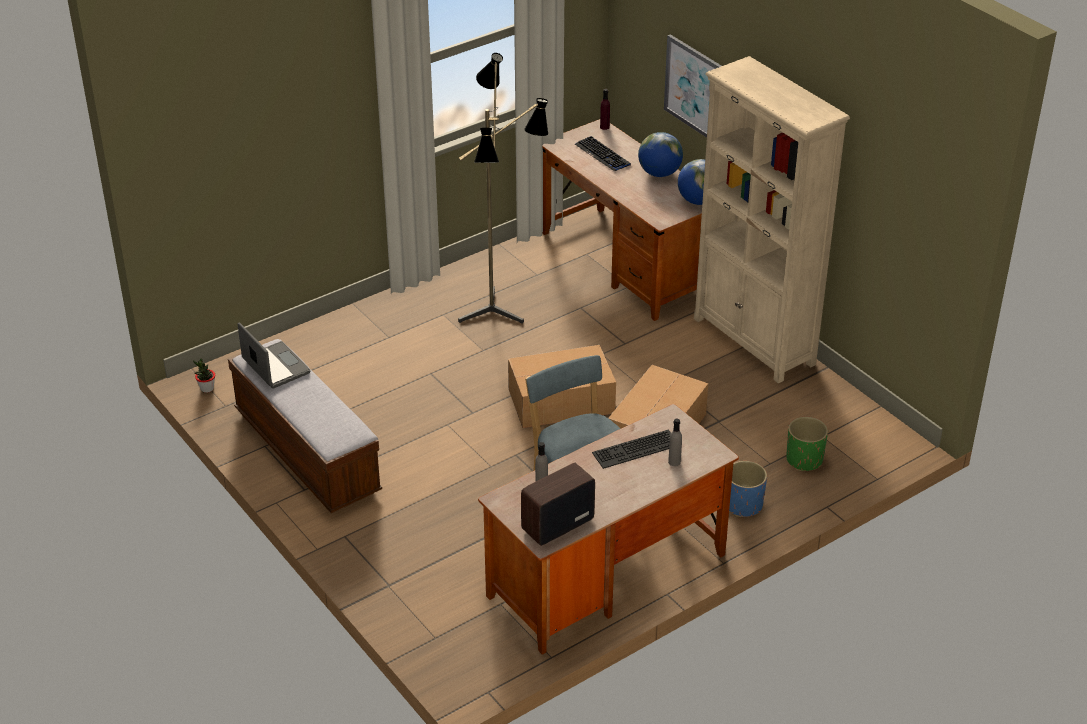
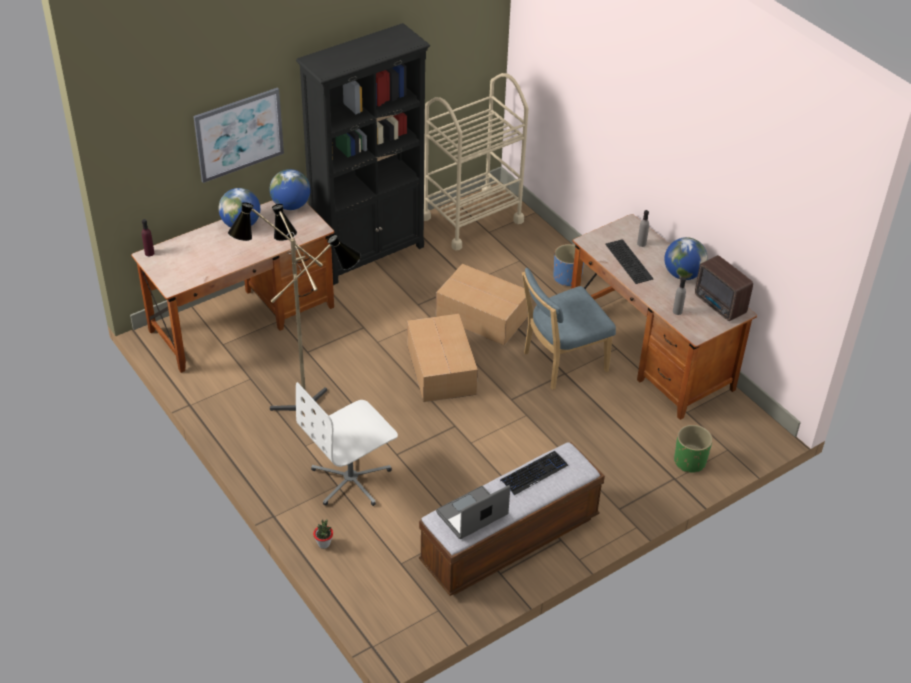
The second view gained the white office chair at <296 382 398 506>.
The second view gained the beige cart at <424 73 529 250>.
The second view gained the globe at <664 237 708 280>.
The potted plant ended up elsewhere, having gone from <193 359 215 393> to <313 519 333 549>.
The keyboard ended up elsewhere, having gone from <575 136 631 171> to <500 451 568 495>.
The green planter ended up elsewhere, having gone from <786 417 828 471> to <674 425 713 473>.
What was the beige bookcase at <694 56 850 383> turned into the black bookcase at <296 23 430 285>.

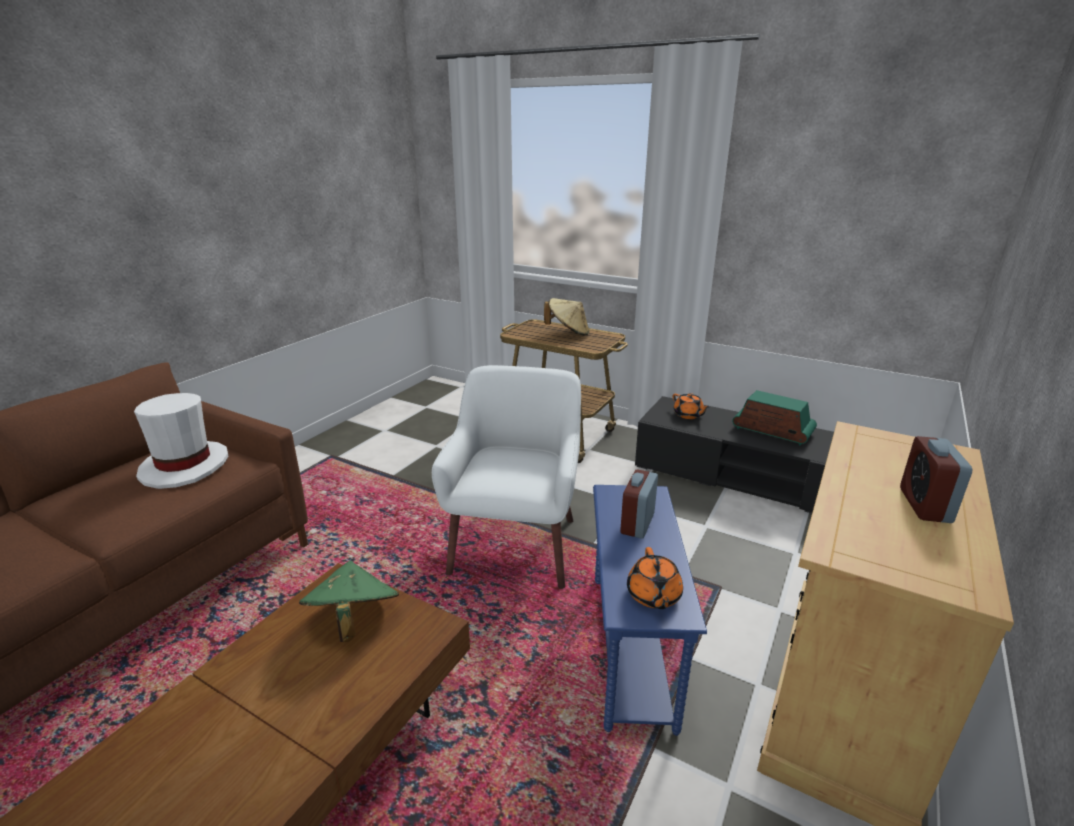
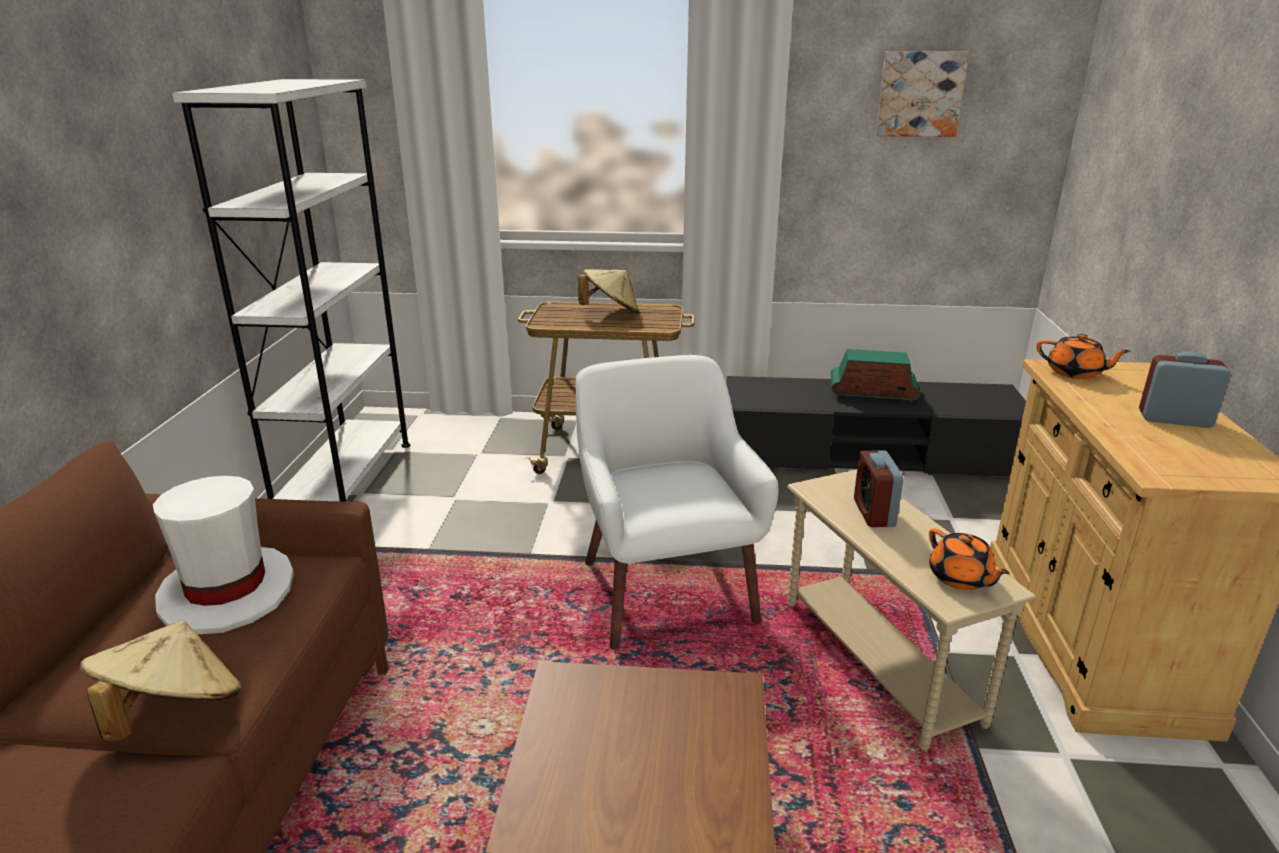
The second view lost the green hat at <299 561 399 642>.
The second view gained the beige hat at <80 620 242 742>.
The second view gained the white bookcase at <172 79 410 501>.
The second view gained the picture at <876 51 969 137>.
The orange teapot ended up elsewhere, having gone from <673 393 710 419> to <1037 334 1131 379>.
What was the blue side table at <593 485 707 736> turned into the beige side table at <787 469 1036 750>.
The alarm clock at <900 436 973 523> ended up facing another way, 120 degrees clockwise from before.

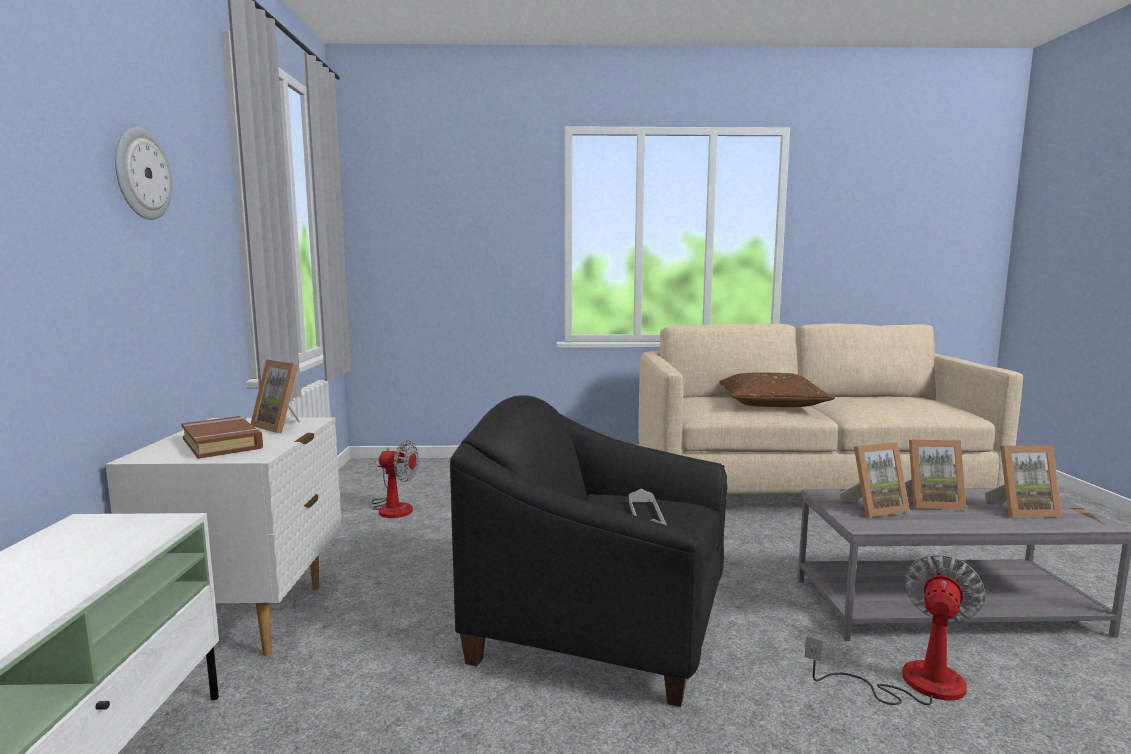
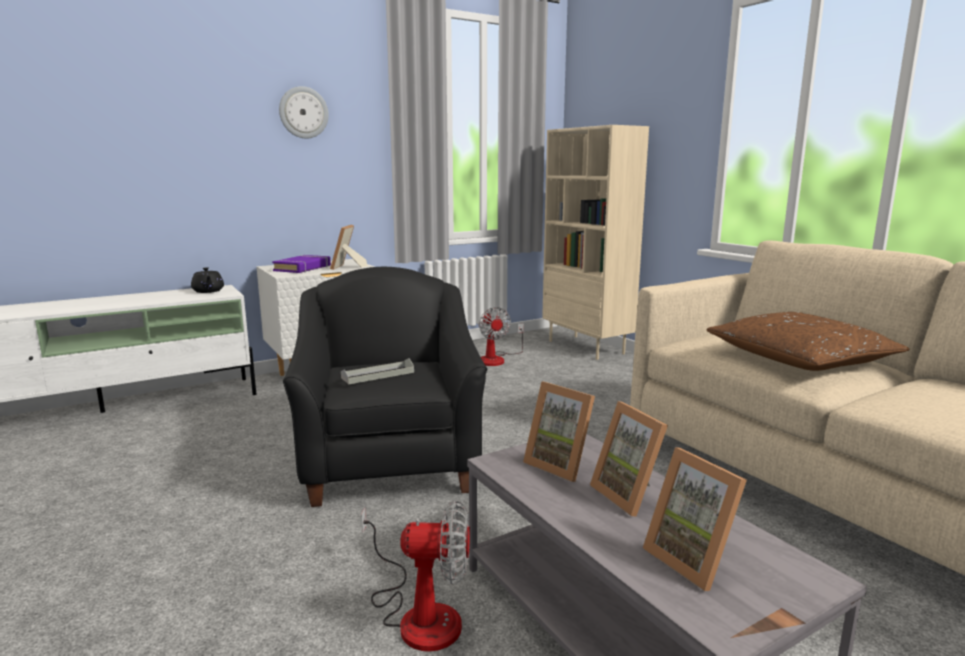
The second view gained the black teapot at <191 267 224 293>.
The second view gained the beige bookcase at <542 125 649 360>.
What was the brown book at <181 416 263 459> turned into the purple book at <272 255 331 273>.

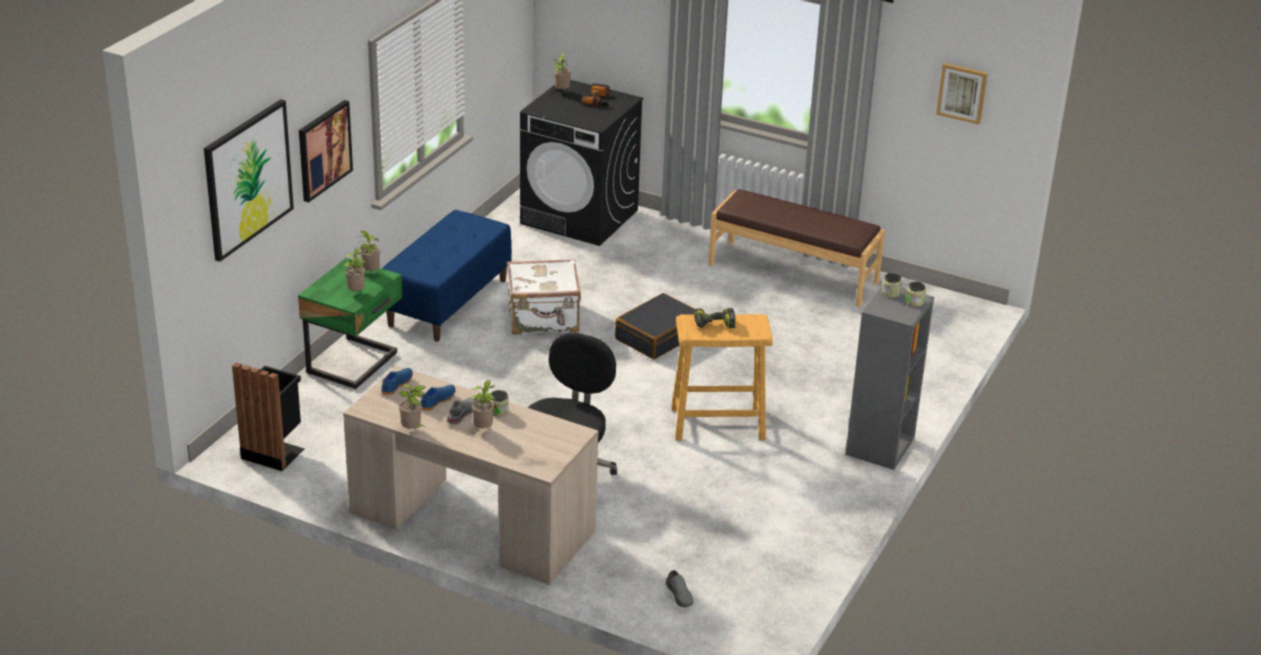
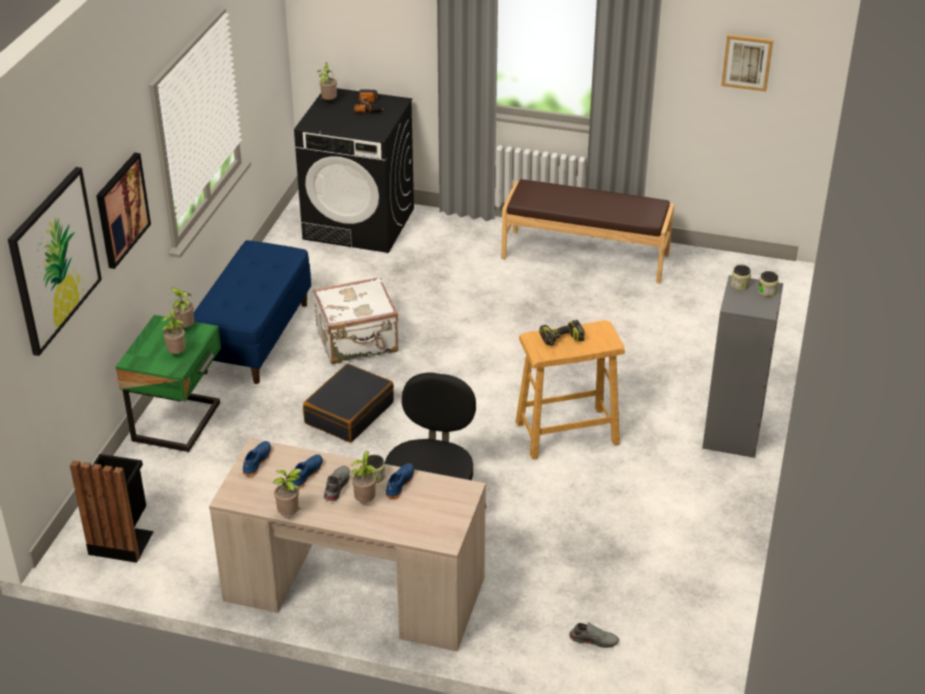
The second view gained the blue shoe at <386 463 414 499>.
The black suitcase ended up elsewhere, having gone from <615 293 696 359> to <303 364 394 443>.
The grey shoe at <666 570 693 607> ended up facing another way, 45 degrees counterclockwise from before.

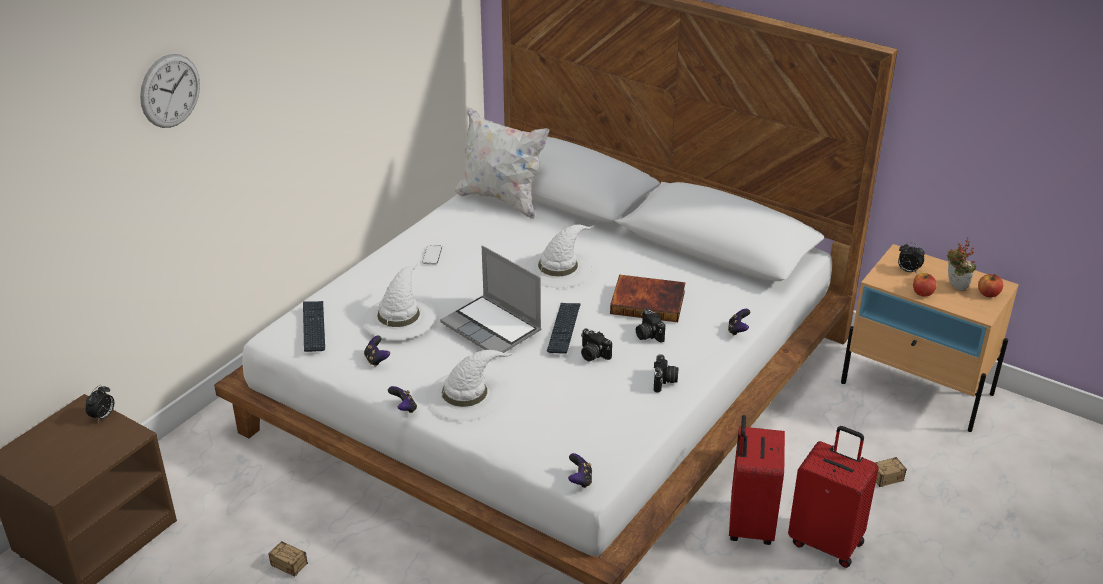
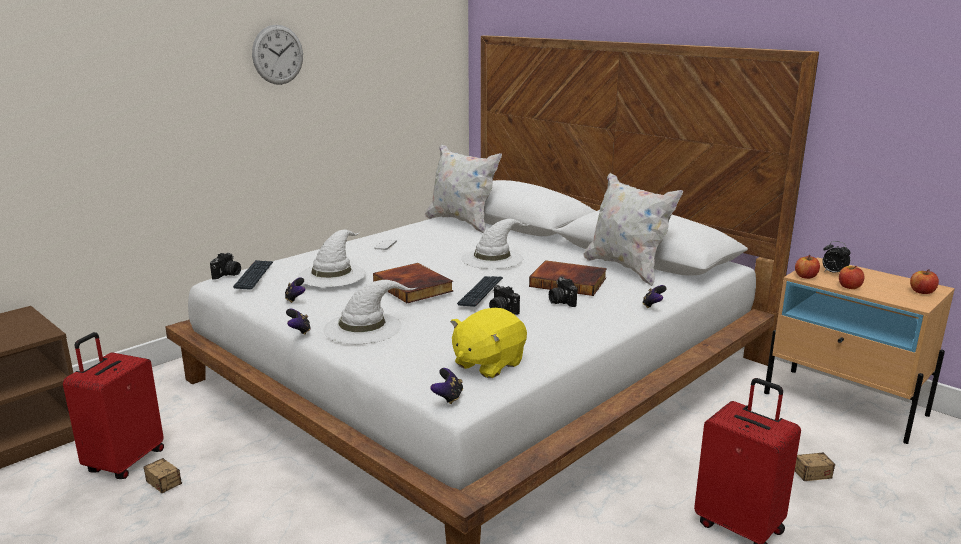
The second view lost the alarm clock at <85 385 114 422>.
The second view lost the potted plant at <947 237 976 291>.
The second view gained the yellow plush toy at <450 308 527 378>.
The second view gained the white pillow at <583 173 683 286>.
The second view gained the apple at <795 255 820 279>.
The wall clock ended up elsewhere, having gone from <140 54 200 128> to <252 25 303 85>.
The photo camera ended up elsewhere, having gone from <653 354 679 393> to <210 253 241 280>.
The red suitcase ended up elsewhere, having gone from <729 415 785 545> to <63 332 164 479>.
Where the laptop stood at <440 246 542 353>, the book came to stand at <373 263 453 303>.

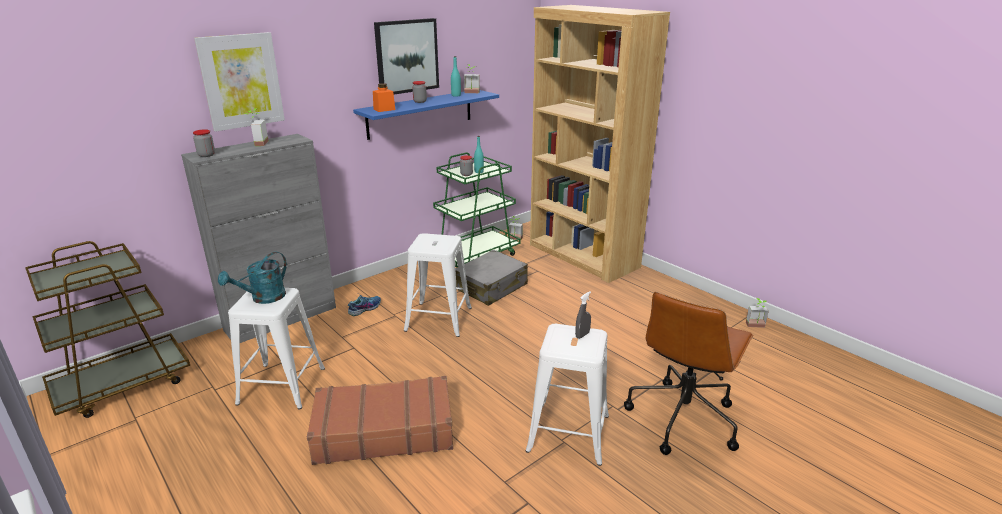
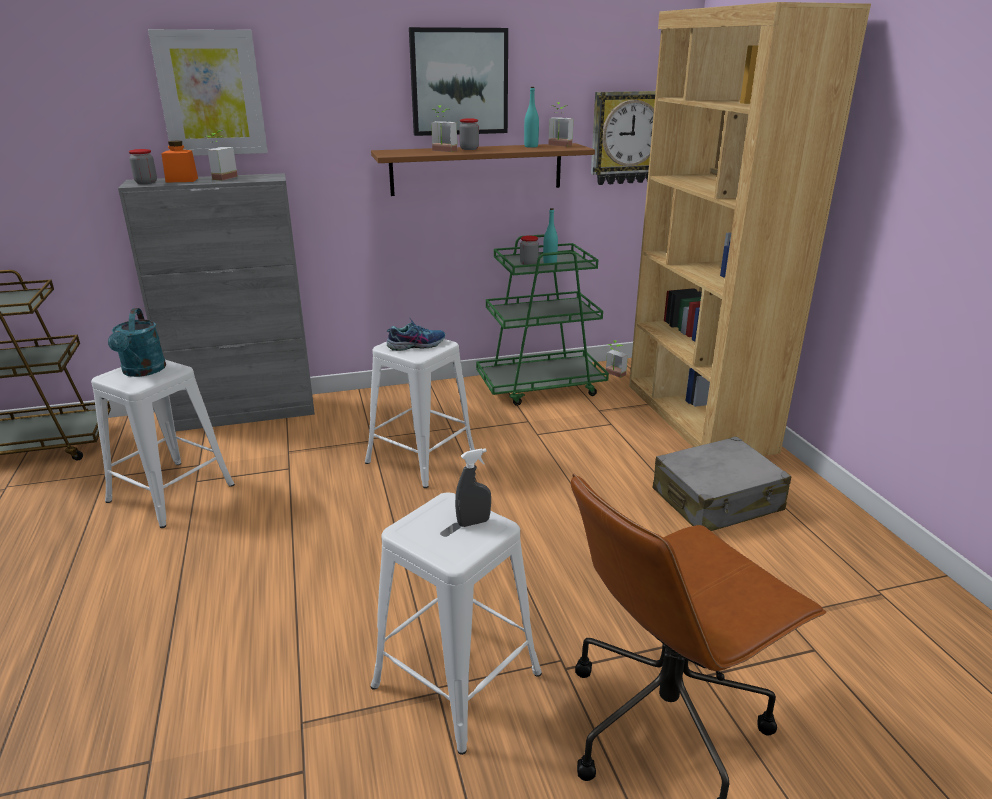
The second view lost the brown suitcase at <307 376 453 465>.
The second view gained the wall clock at <591 91 656 185>.
The shoe ended up elsewhere, having gone from <348 294 381 316> to <386 317 445 351>.
The orange jar ended up elsewhere, having gone from <373 83 395 112> to <161 141 198 183>.
The grey suitcase ended up elsewhere, having gone from <455 250 528 306> to <652 436 792 531>.
The potted plant ended up elsewhere, having gone from <746 298 769 328> to <431 105 457 152>.
What was the blue shelf at <353 90 499 140> turned into the brown shelf at <371 143 595 196>.
The turquoise watering can at <218 252 287 304> ended up facing another way, 75 degrees counterclockwise from before.

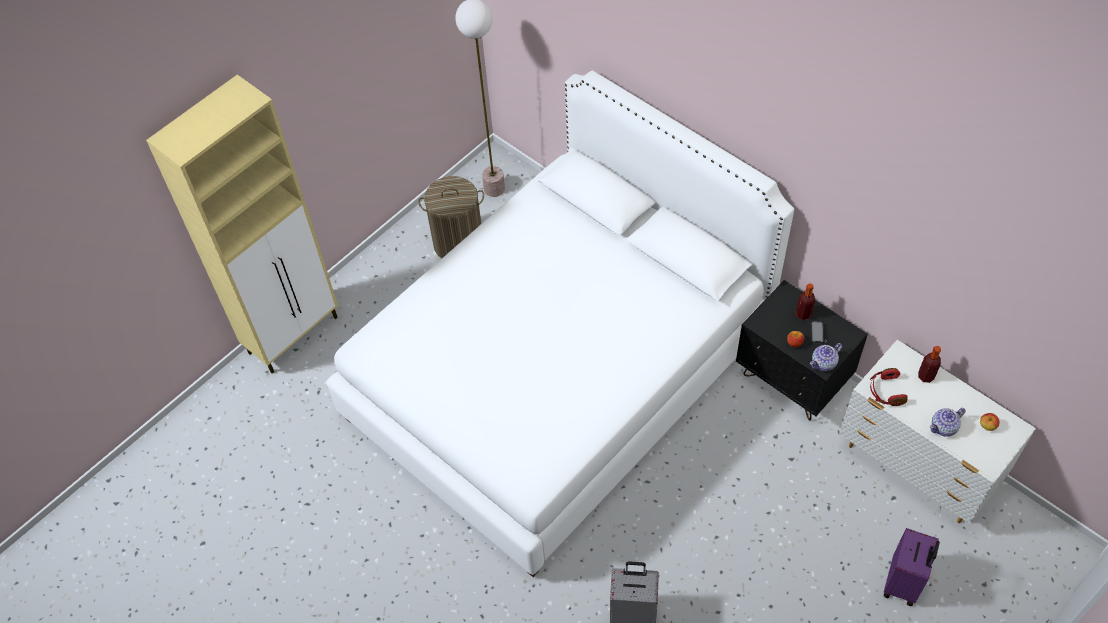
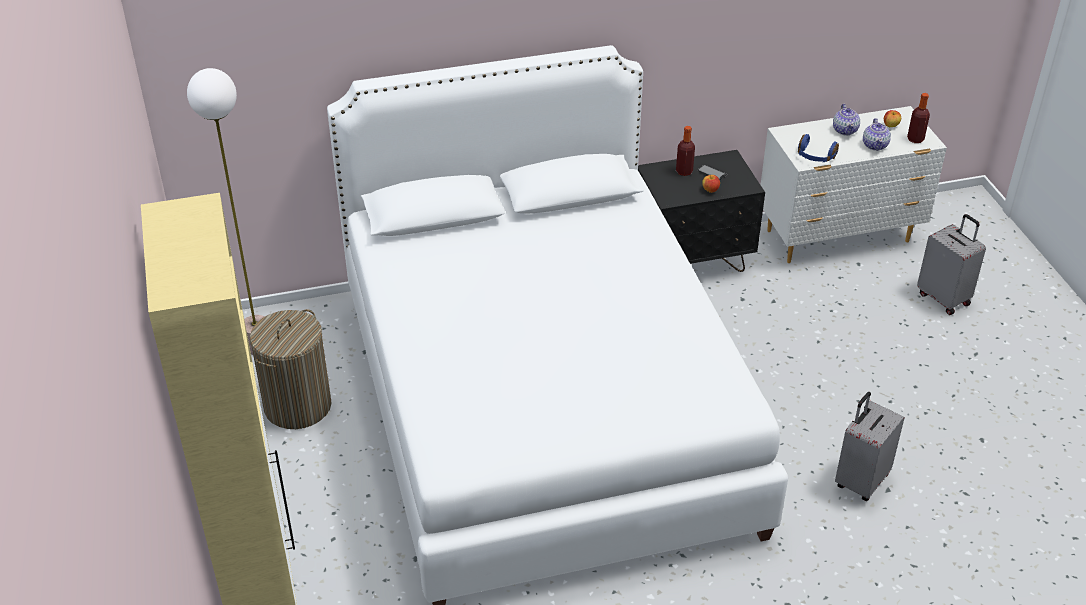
The teapot ended up elsewhere, having gone from <810 343 842 371> to <833 104 860 136>.
The bottle ended up elsewhere, having gone from <918 346 941 383> to <907 93 930 143>.
What was the red headphones at <870 368 908 406> turned into the blue headphones at <798 134 839 162>.
What was the purple suitcase at <884 528 940 606> turned into the grey suitcase at <917 214 986 315>.

